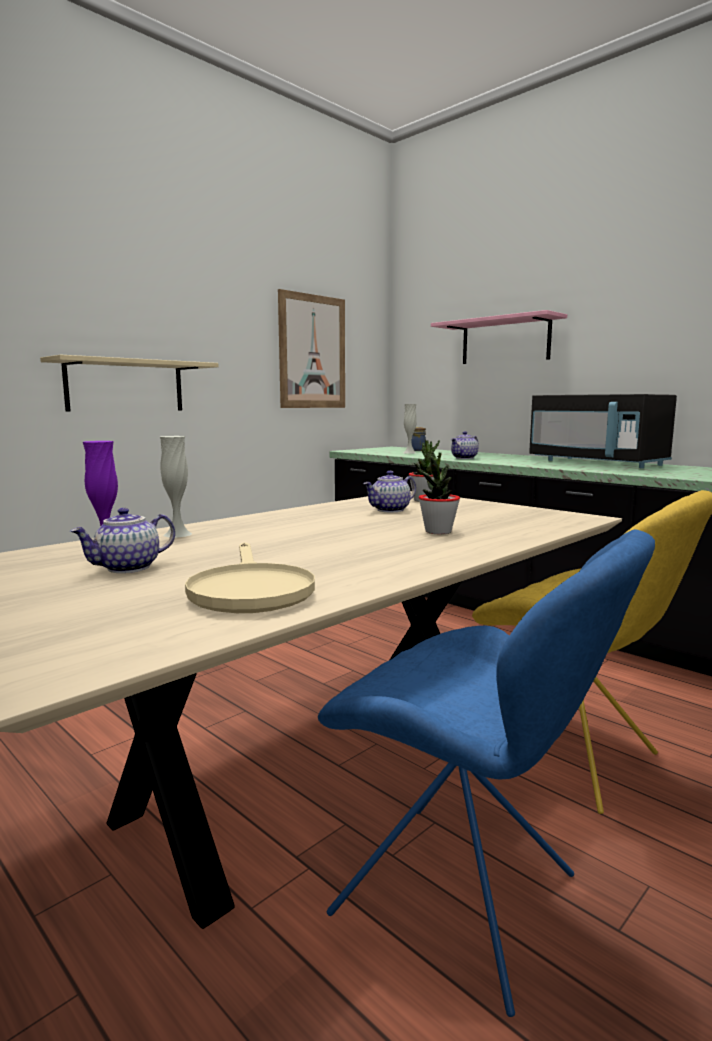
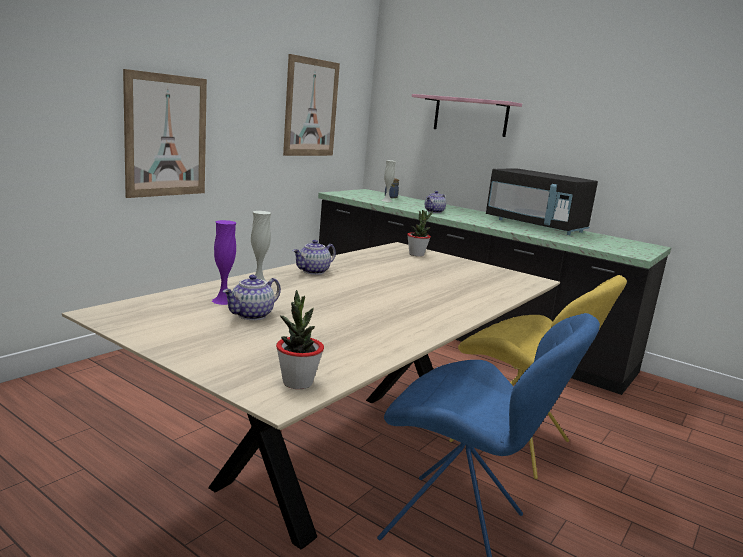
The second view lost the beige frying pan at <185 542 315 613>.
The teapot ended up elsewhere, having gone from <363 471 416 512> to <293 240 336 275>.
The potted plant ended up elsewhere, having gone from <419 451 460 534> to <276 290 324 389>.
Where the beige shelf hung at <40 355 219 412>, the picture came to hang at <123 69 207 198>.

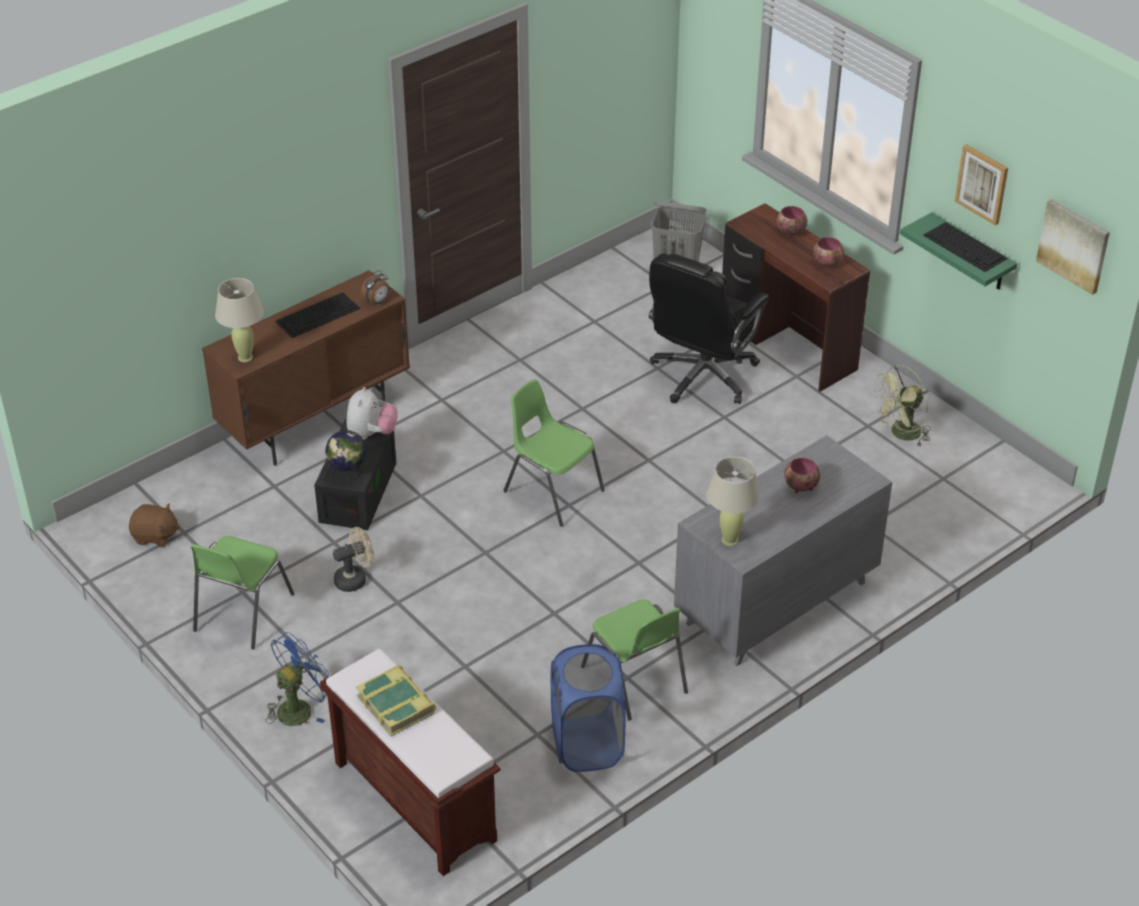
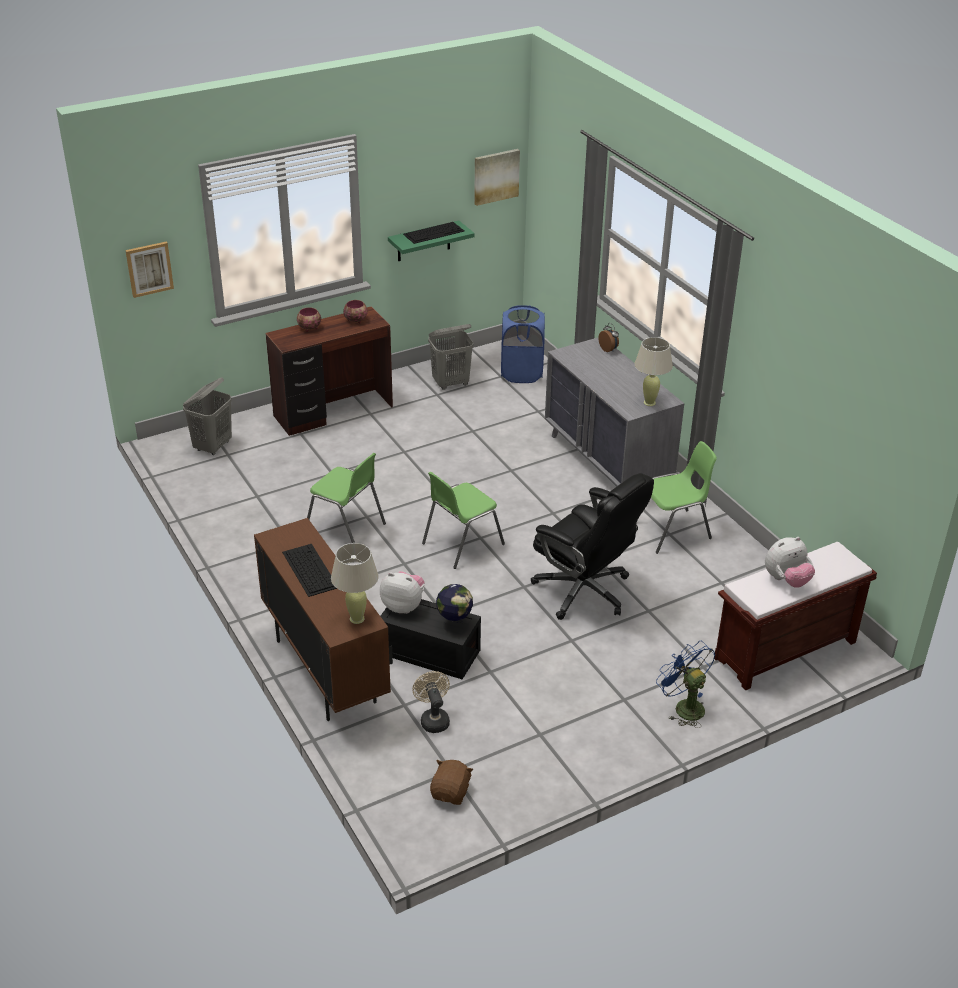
The second view lost the bowl at <784 457 820 493>.
The green chair ended up elsewhere, having gone from <191 536 294 649> to <307 453 386 543>.
The beige fan ended up elsewhere, having gone from <333 527 374 592> to <412 671 450 733>.
The alarm clock ended up elsewhere, having gone from <361 270 390 306> to <598 323 619 352>.
The blue laundry basket ended up elsewhere, having gone from <551 644 626 772> to <501 305 545 383>.
The black office chair ended up elsewhere, having gone from <649 253 769 404> to <531 473 654 620>.
The picture ended up elsewhere, having gone from <955 144 1008 225> to <125 242 174 298>.
Where the book stood at <356 665 436 736>, the plush toy came to stand at <765 537 815 588>.
Where the green fan stood at <873 365 931 446>, the grey laundry basket came to stand at <428 324 474 390>.

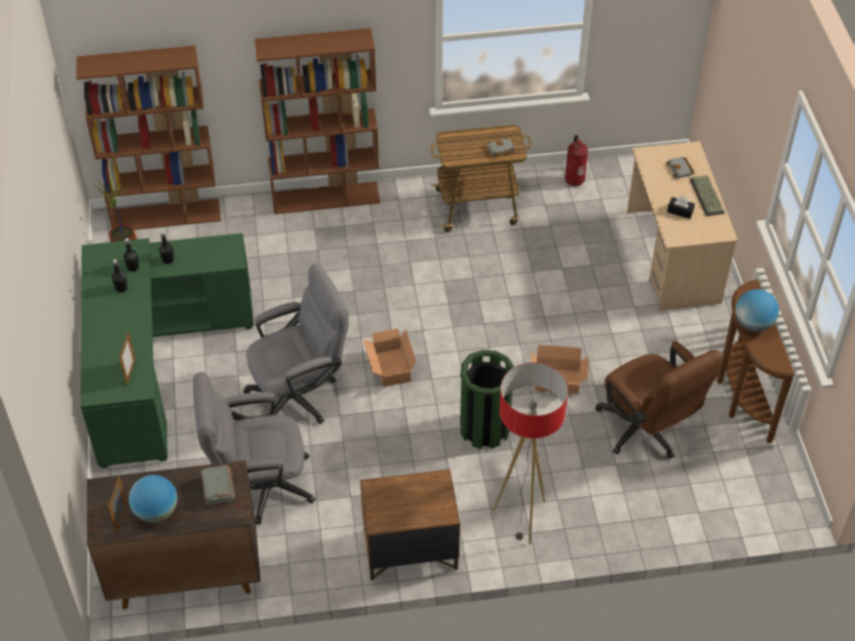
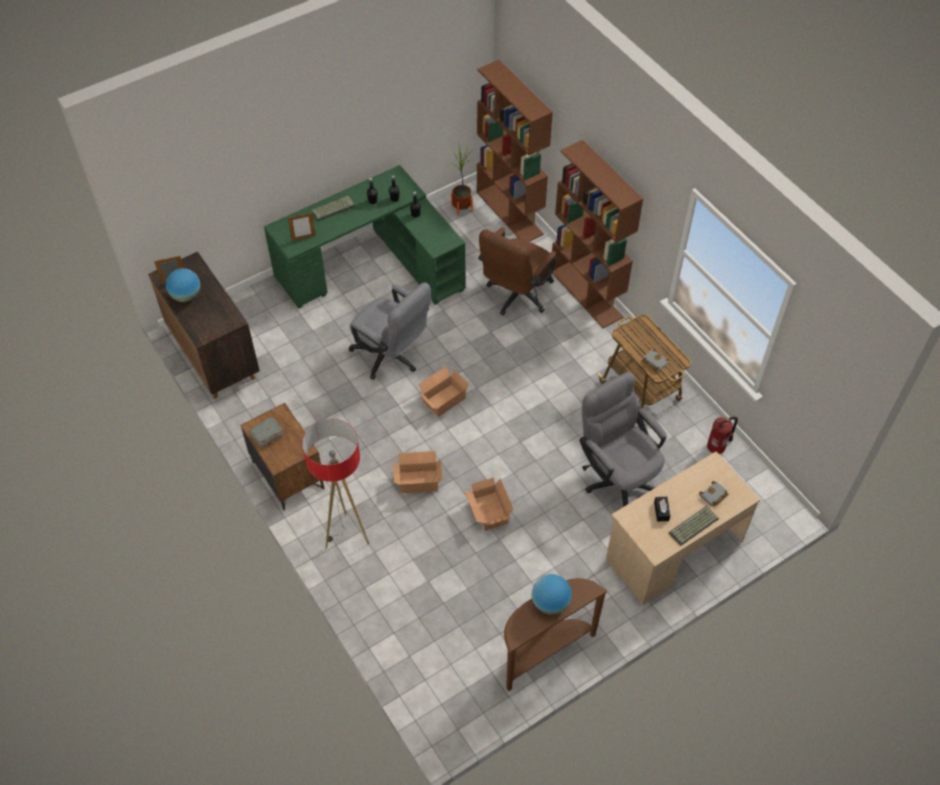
The second view gained the keyboard at <311 196 356 221>.
The grey office chair ended up elsewhere, having gone from <193 372 315 524> to <579 372 667 507>.
The grey book ended up elsewhere, having gone from <200 465 235 506> to <250 416 284 448>.
The brown office chair ended up elsewhere, having gone from <595 341 722 458> to <478 227 556 315>.
Where the green trash can stood at <460 350 514 449>, the cardboard box came to stand at <393 451 442 494>.

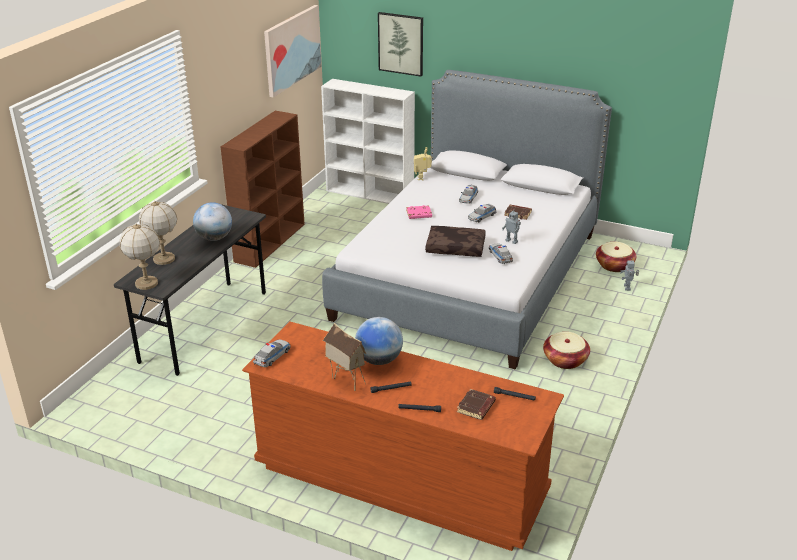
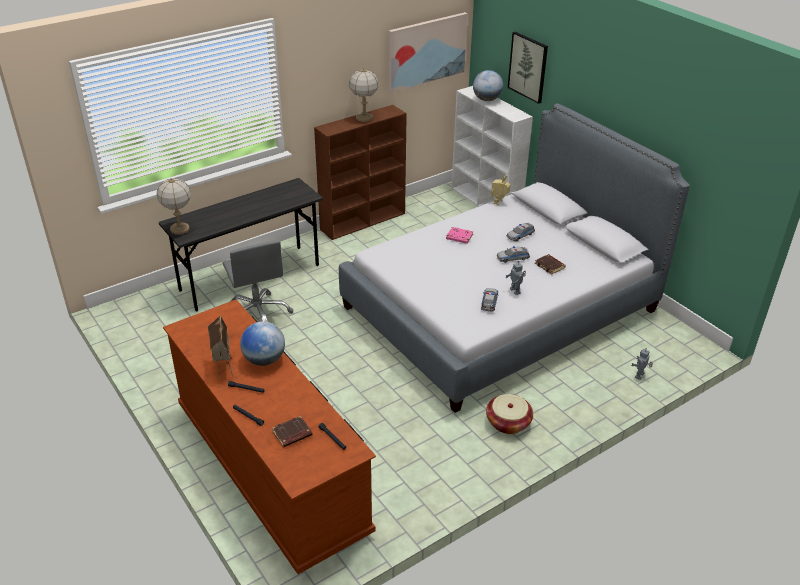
The second view lost the toy car at <253 339 291 367>.
The second view lost the brown pillow at <425 226 486 257>.
The second view lost the basket at <596 242 636 272>.
The second view gained the grey office chair at <223 240 293 322>.
The table lamp ended up elsewhere, having gone from <139 201 177 265> to <349 68 379 122>.
The globe ended up elsewhere, having gone from <193 202 232 241> to <473 70 503 101>.

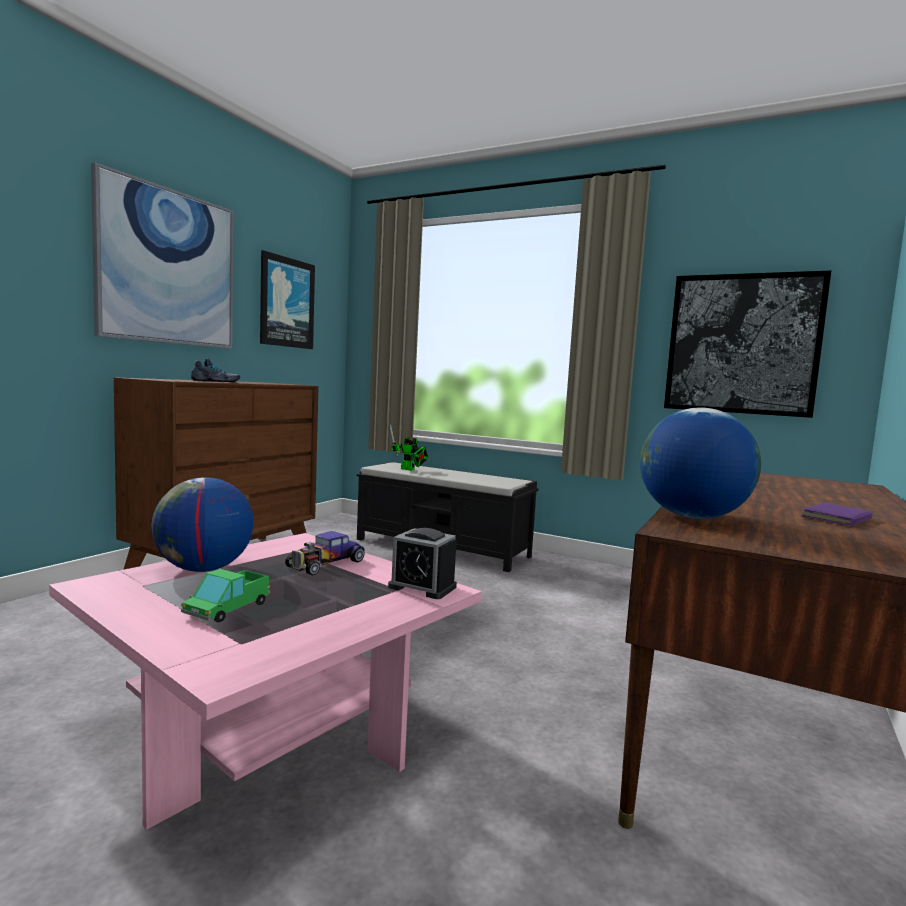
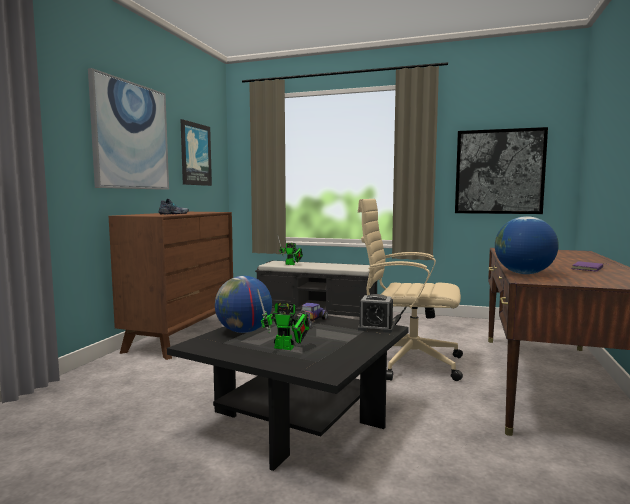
The second view gained the beige office chair at <358 199 463 381>.
Where the toy truck stood at <181 569 270 623>, the toy robot came to stand at <257 289 309 350>.
What was the pink coffee table at <49 533 482 830> turned into the black coffee table at <167 308 409 471>.

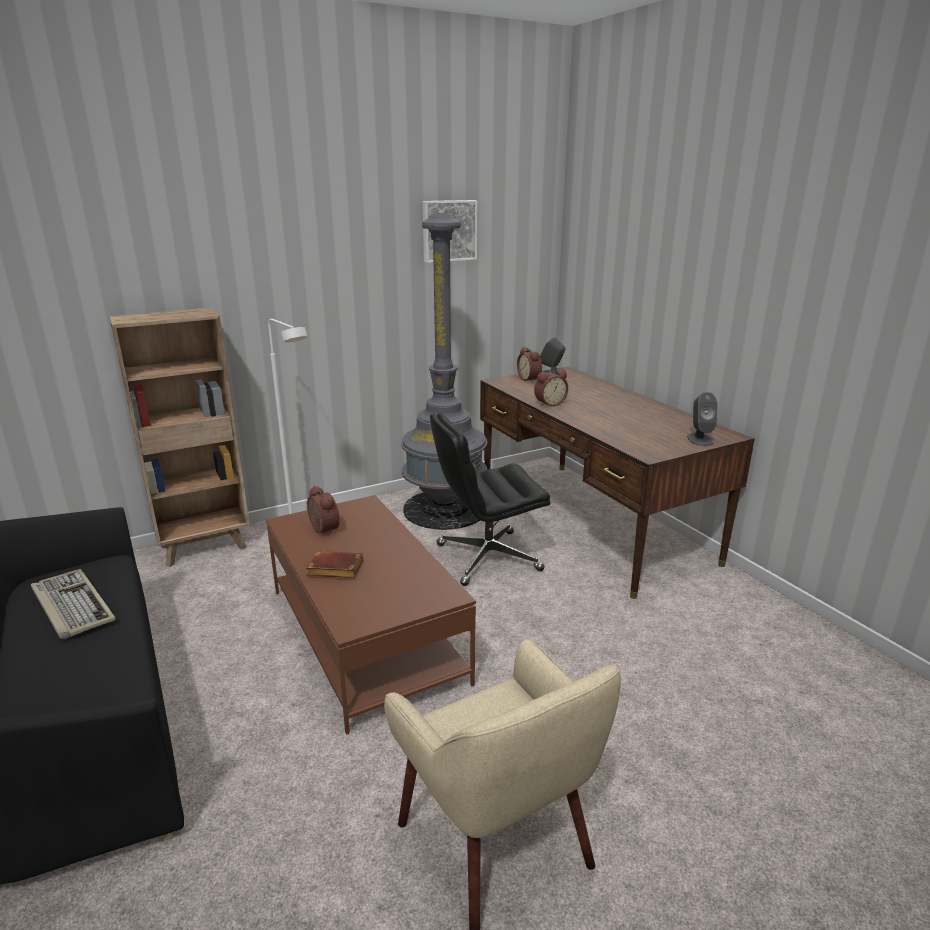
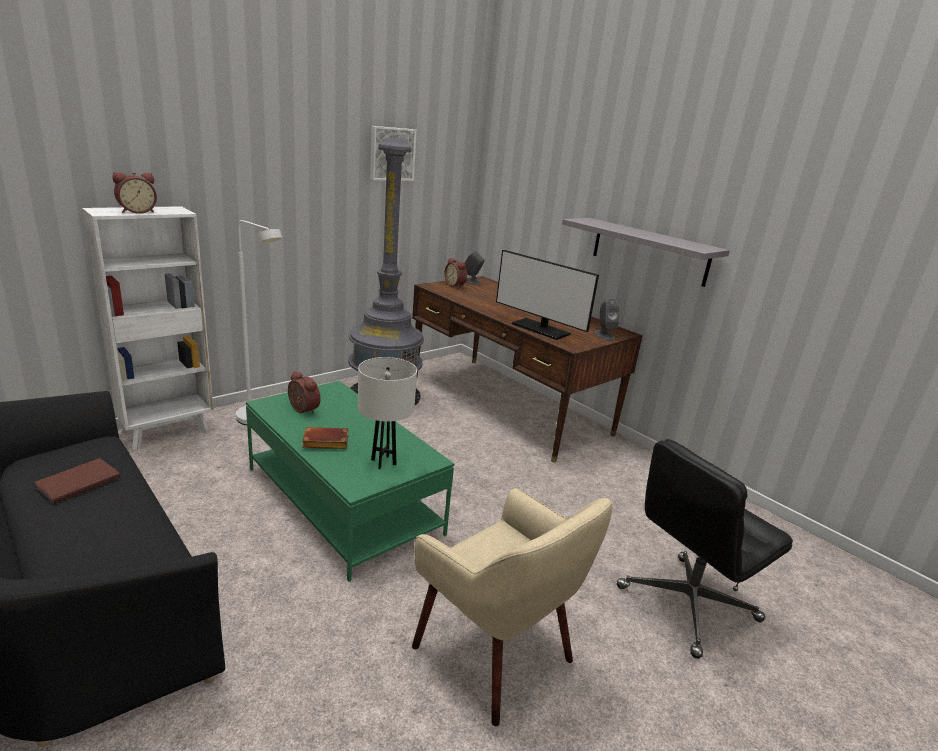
The second view gained the white table lamp at <358 357 417 469>.
The second view gained the monitor at <496 250 599 340>.
The second view gained the grey shelf at <562 218 730 287>.
The black office chair ended up elsewhere, having gone from <430 413 550 586> to <617 439 793 659>.
The alarm clock ended up elsewhere, having gone from <534 369 568 407> to <112 172 157 214>.
Where the keyboard stood at <31 569 116 639>, the brown book came to stand at <34 458 120 504>.
What was the brown bookcase at <109 308 250 567> turned into the white bookcase at <82 206 214 450>.
What was the brown coffee table at <266 495 476 734> turned into the green coffee table at <246 381 454 582>.

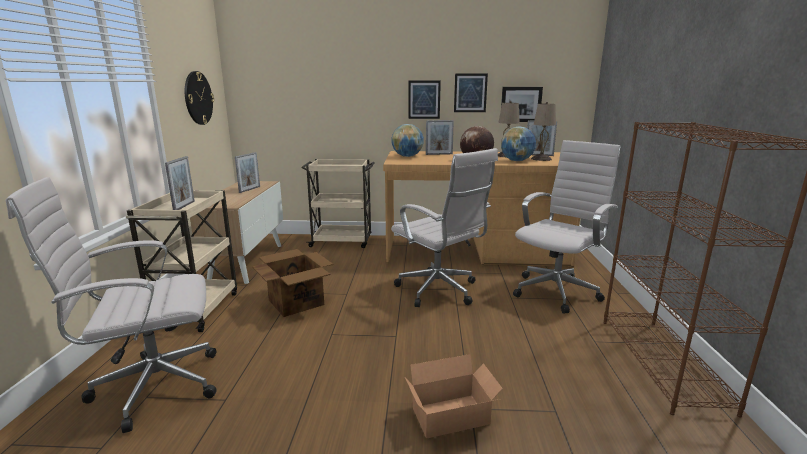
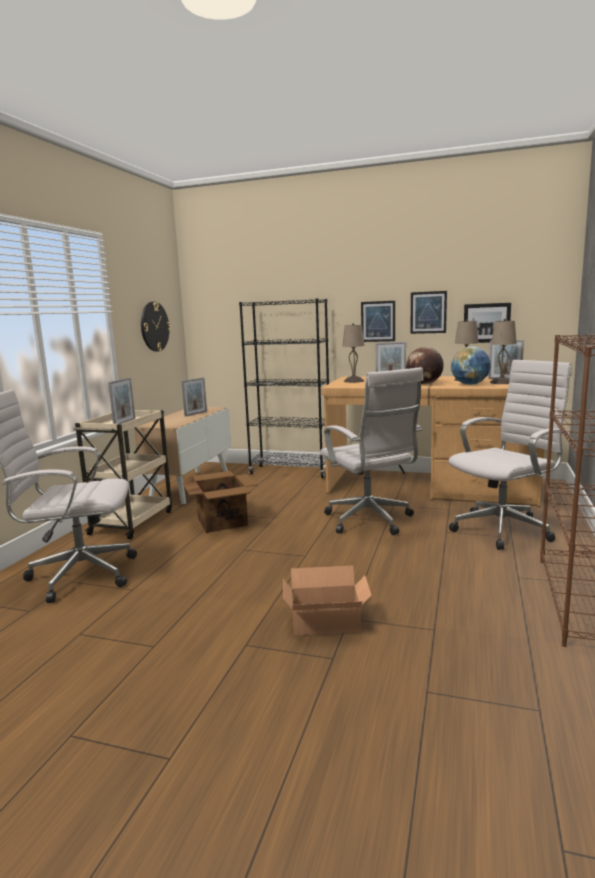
Where the beige cart stood at <301 159 374 248>, the black bookcase came to stand at <239 298 329 478>.
Where the globe stood at <392 124 424 157>, the beige table lamp came to stand at <342 323 365 383>.

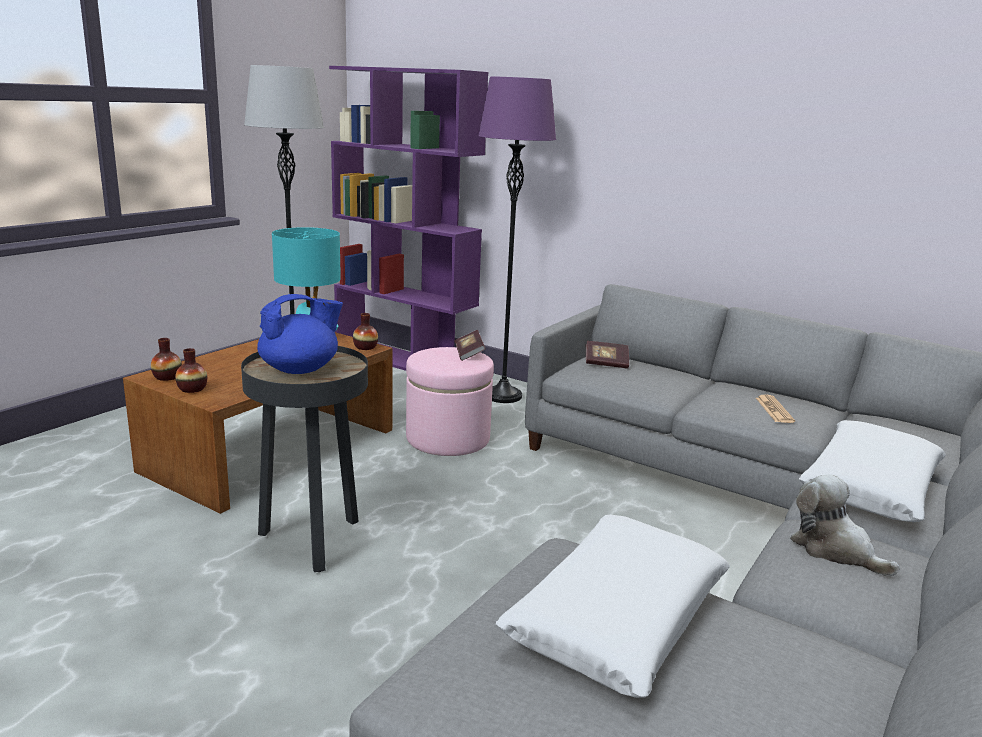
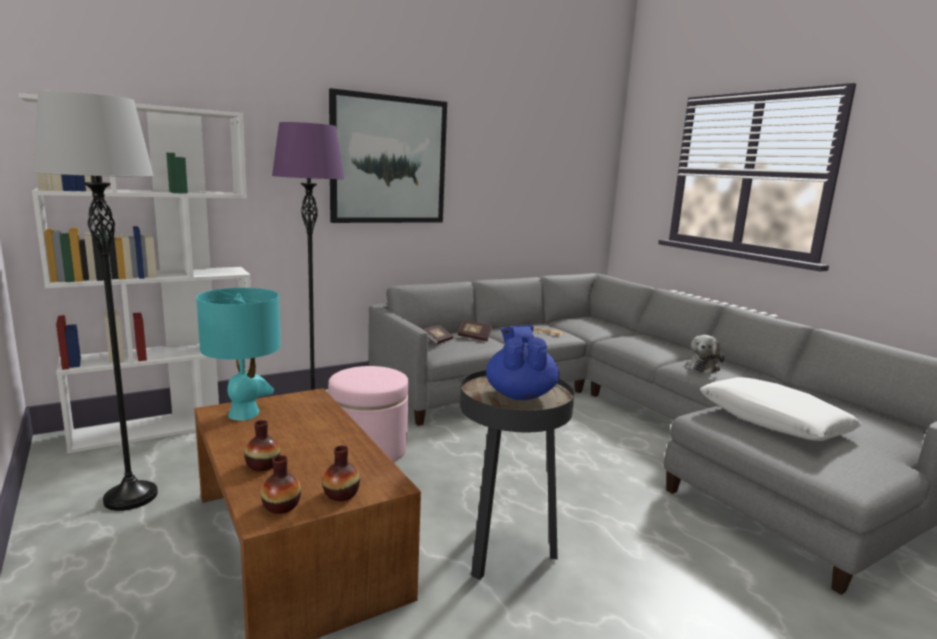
The second view lost the white pillow at <799 420 946 522>.
The second view gained the picture at <329 88 447 223>.
The vase ended up elsewhere, having gone from <353 313 378 350> to <244 420 280 471>.
The book ended up elsewhere, having gone from <454 330 486 361> to <458 320 492 341>.
What was the purple bookcase at <329 66 488 371> turned into the white bookcase at <19 93 251 453>.
The plush toy at <790 475 900 576> ended up facing another way, 45 degrees counterclockwise from before.

